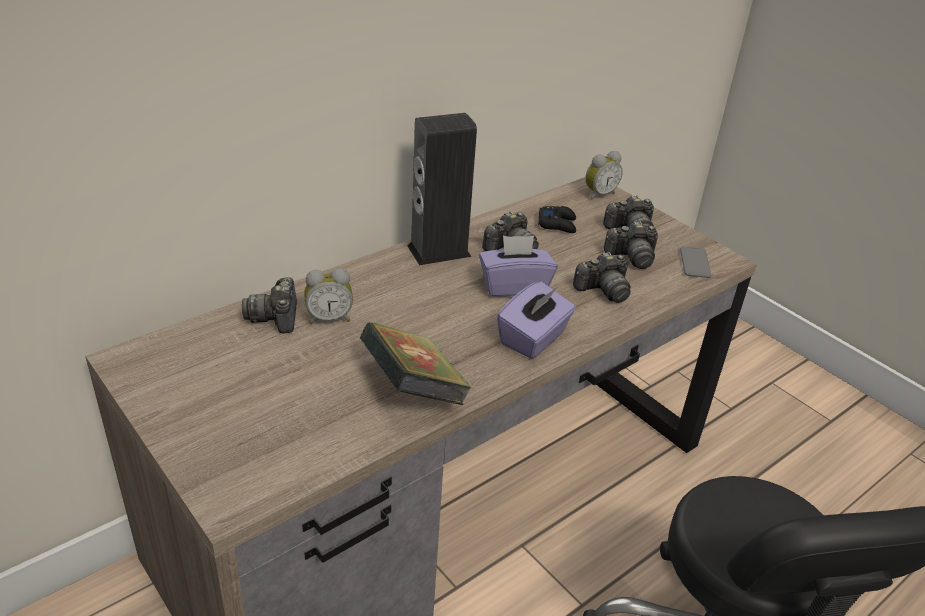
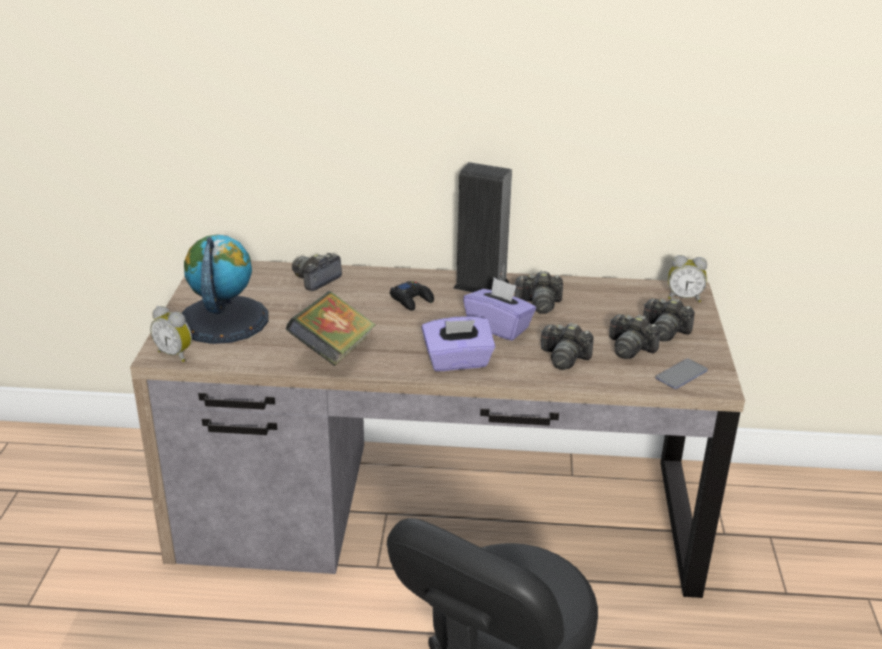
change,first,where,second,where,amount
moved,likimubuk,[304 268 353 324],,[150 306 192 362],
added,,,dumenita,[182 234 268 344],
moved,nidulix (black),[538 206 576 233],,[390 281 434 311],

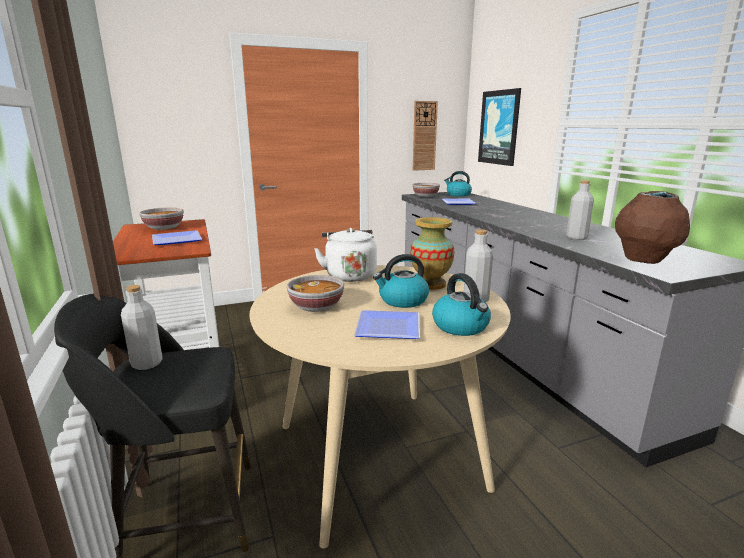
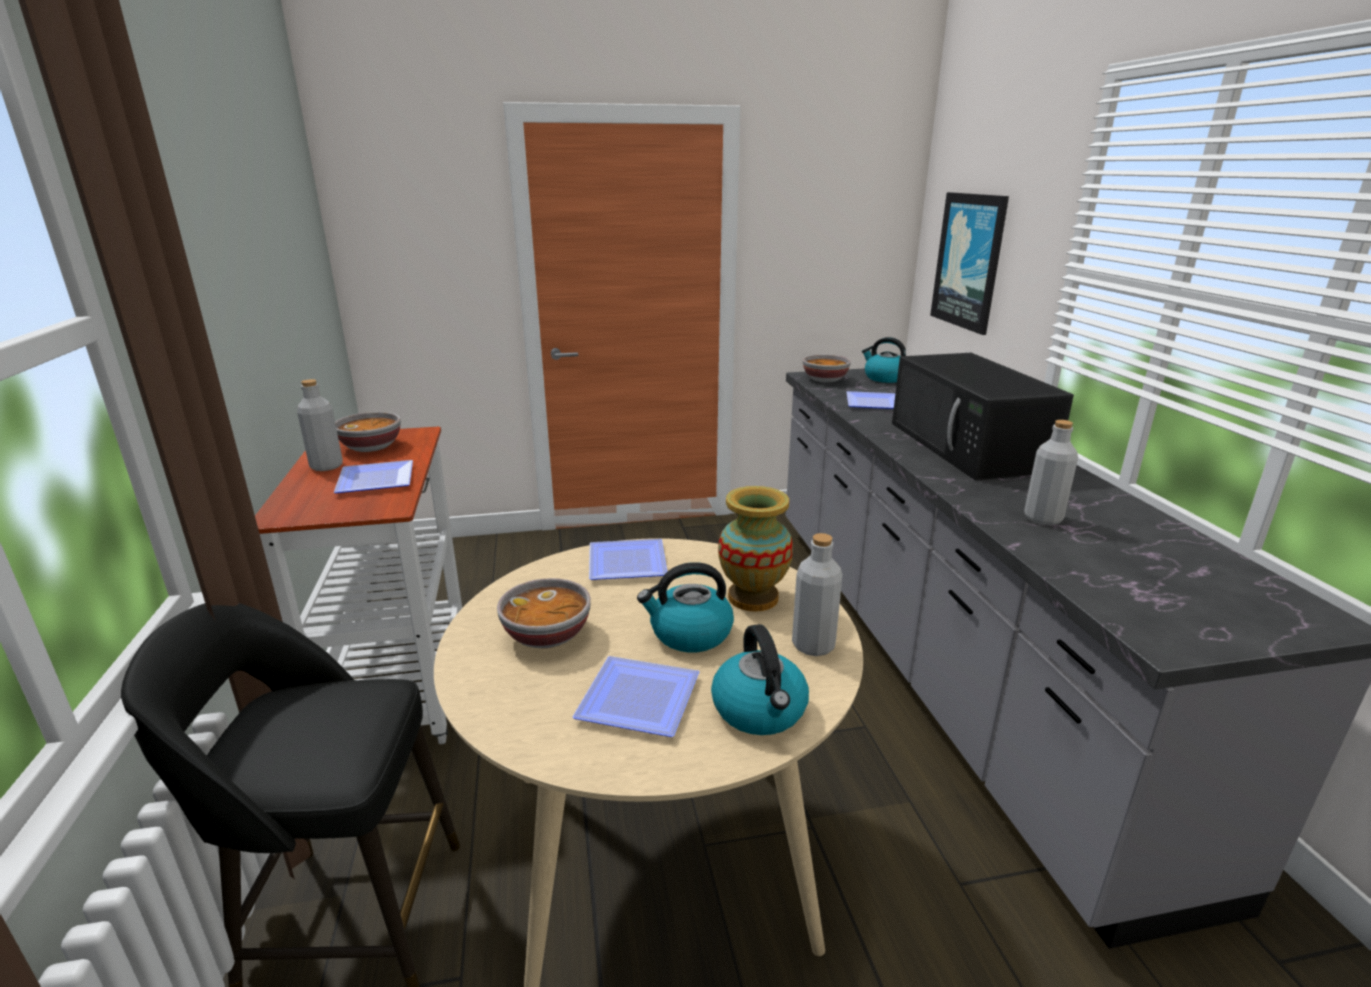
change,first,where,second,where,amount
moved,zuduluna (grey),[121 285 163 370],,[297 379 343 471],
replaced,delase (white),[314 228 377 282],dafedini,[589 539 667 580],
added,,,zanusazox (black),[892 353 1074 480],
removed,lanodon,[413 101 438 171],,,
removed,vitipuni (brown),[615 191 690 264],,,

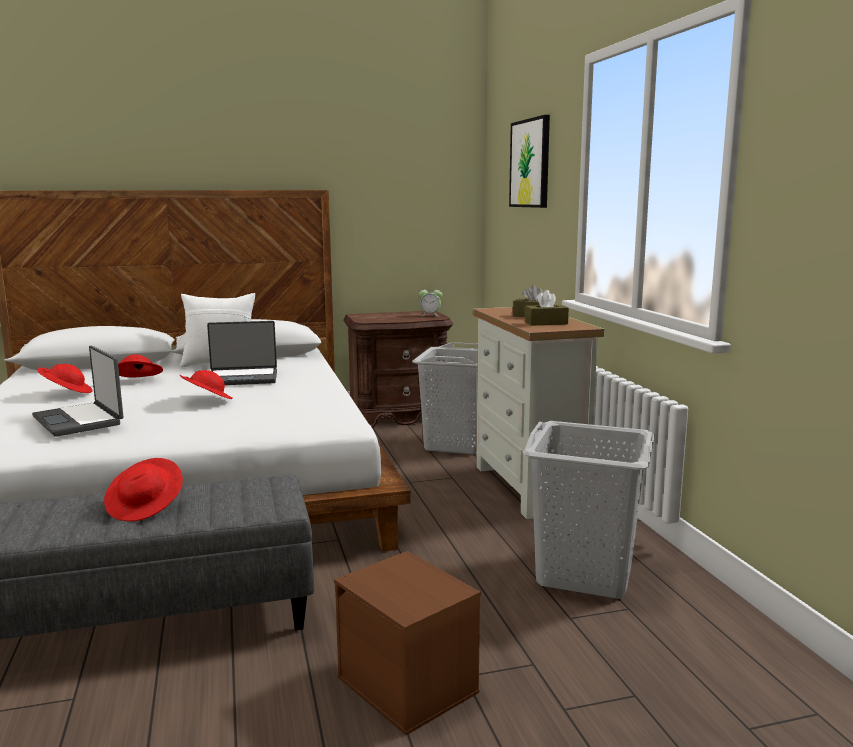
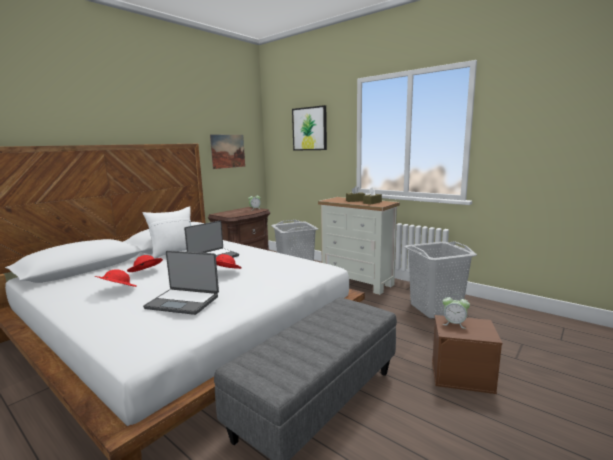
change,first,where,second,where,amount
added,,,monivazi,[210 135 245 169],
added,,,likimubuk,[442 294 470 329],
removed,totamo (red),[104 458 183 521],,,

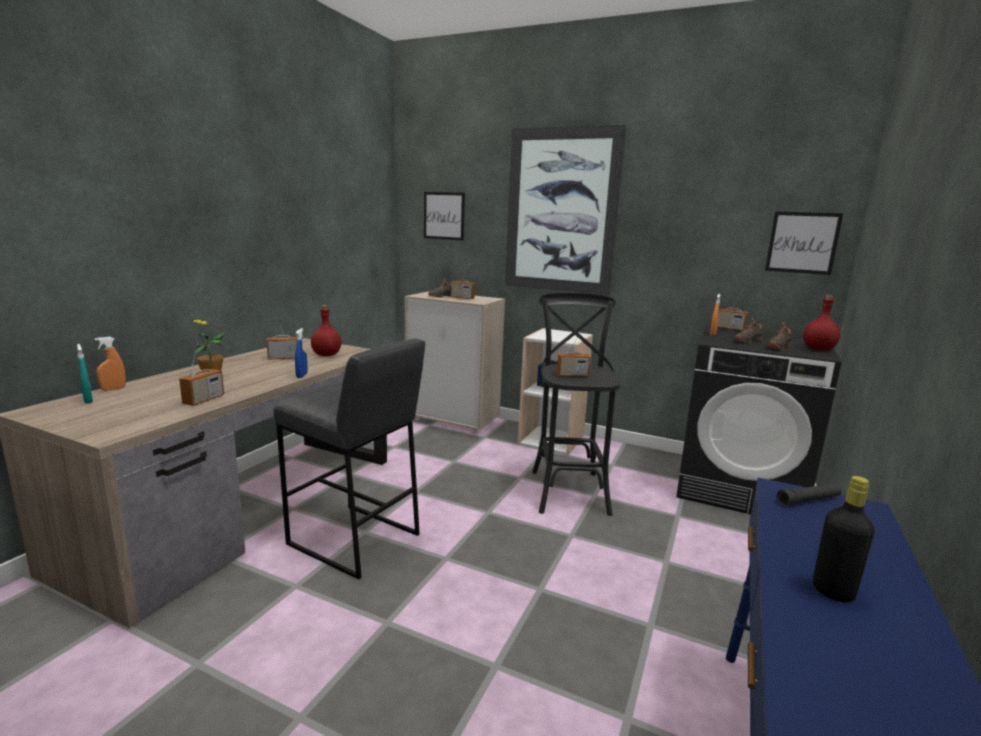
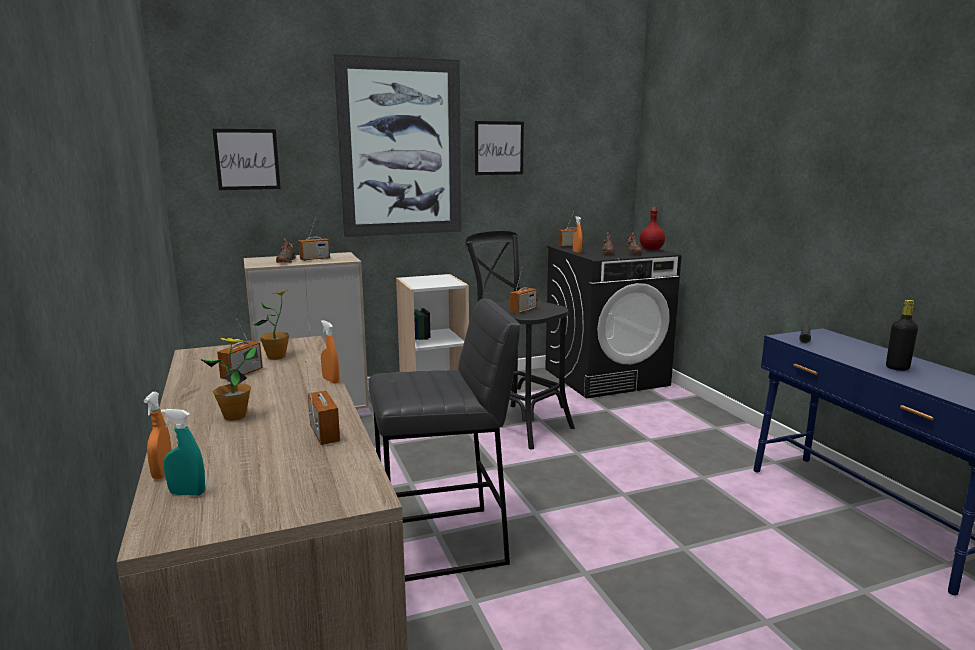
change,first,where,second,where,amount
replaced,zuduluna (red),[311 305 342 356],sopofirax,[254 290 289 360],
recoloured,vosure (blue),[295 328 308 378],vosure (orange),[321 320 340 384],
moved,monivazi,[765 211 843 275],,[475 121 524 175],

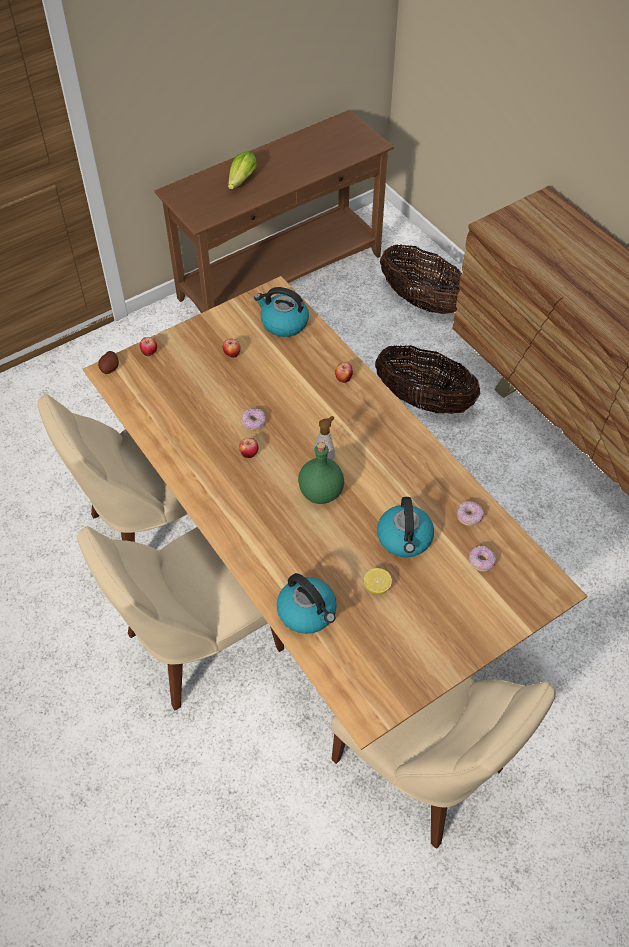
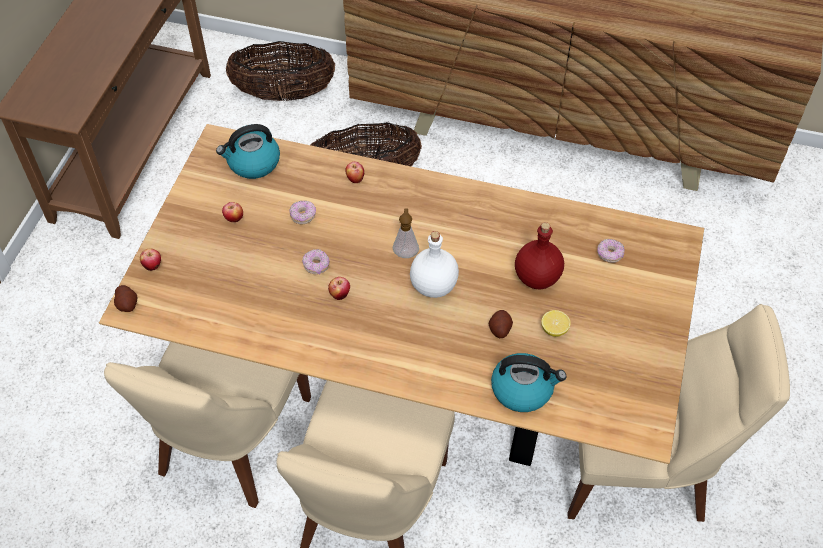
change,first,where,second,where,amount
moved,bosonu,[457 501 484 526],,[289 201 316 224],
recoloured,zuduluna (green),[298 442 344 504],zuduluna (white),[410 231 459 298],
added,,,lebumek,[489 310 513 338],
replaced,delase,[377 497 434 558],zuduluna (red),[515 222 564 289],
removed,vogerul,[228 151 257 189],,,

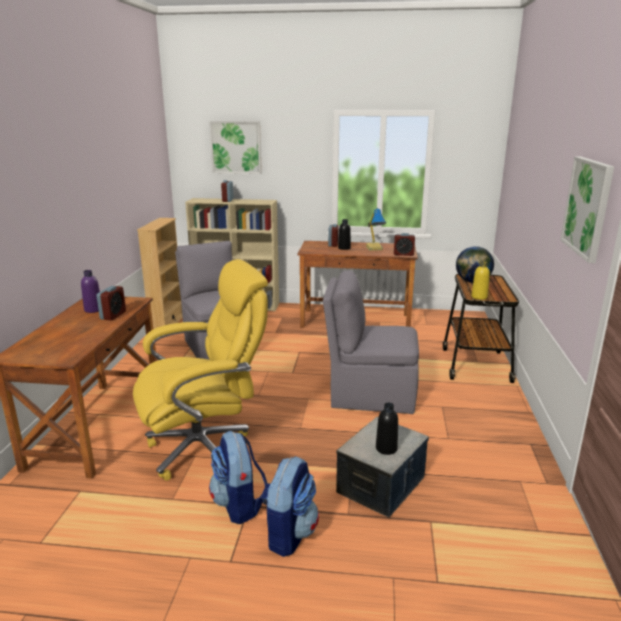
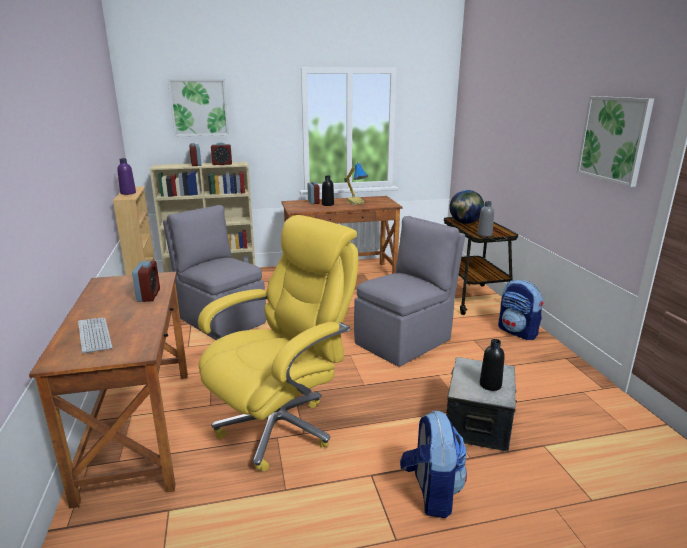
change,first,where,second,where,amount
added,,,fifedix,[78 318 112 354],
moved,zuduluna (purple),[81 270 100 313],,[117 158 136 195],
moved,likimubuk,[394 233 415 256],,[211 142 232 165],
turned,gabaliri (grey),[323 270 419 414],,[354 216 465 366],150 degrees clockwise
recoloured,zuduluna (yellow),[471 261 490 300],zuduluna (grey),[477 201 494 237],
moved,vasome,[209 430 267 524],,[498 280 543 340],

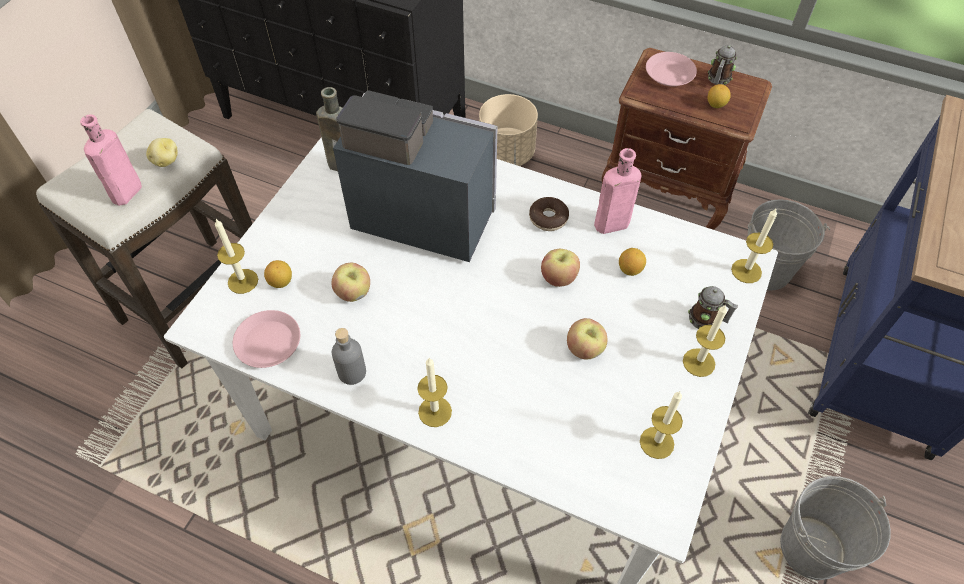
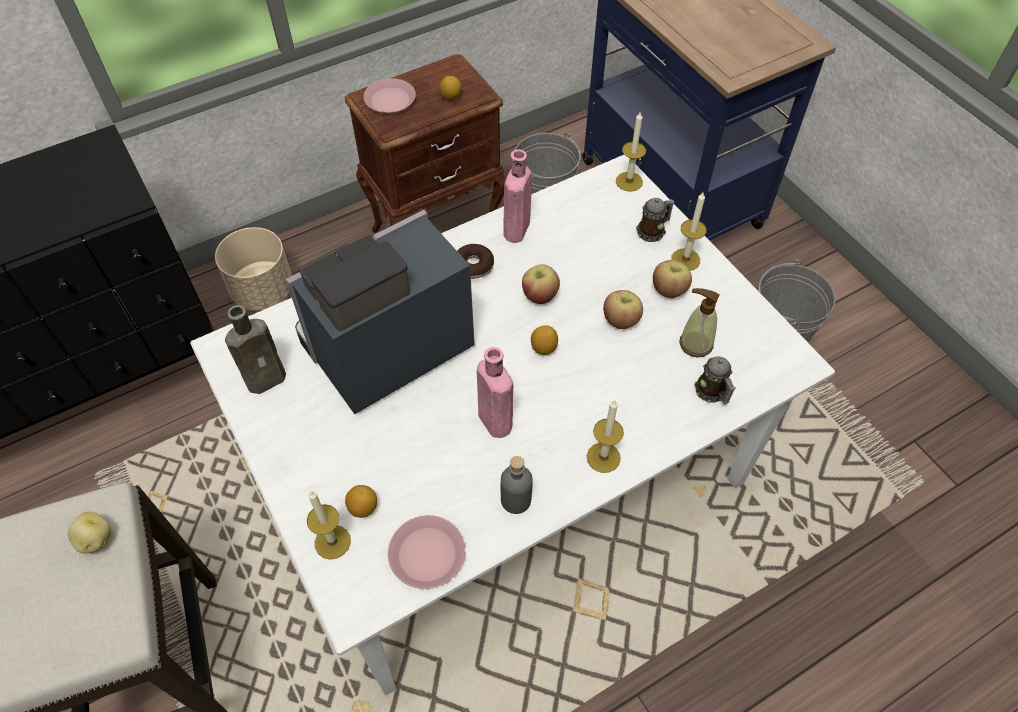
change,first,where,second,where,amount
moved,zuduluna (pink),[80 114 142 206],,[477 347 513 438],
moved,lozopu,[619 248 646 276],,[531 326 558 355],
moved,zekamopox,[332 263 370 302],,[653 260 692 298],
added,,,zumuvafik,[679 288 720 358],
moved,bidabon,[708 45 737 85],,[694 356 736 405],
removed,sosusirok,[640 391 683 459],,,

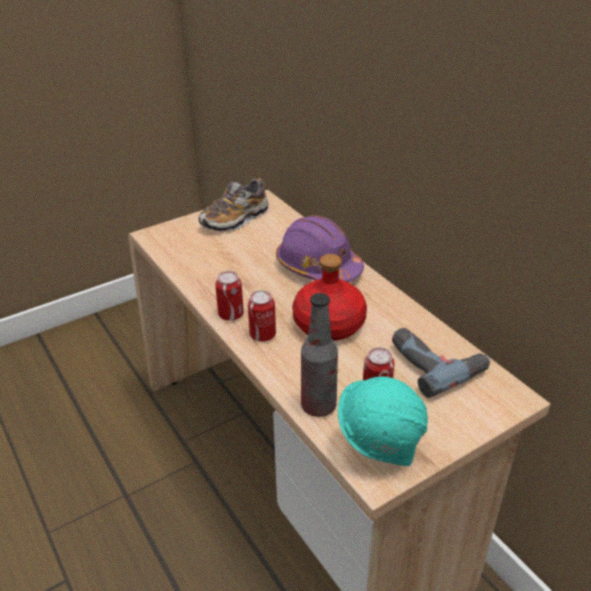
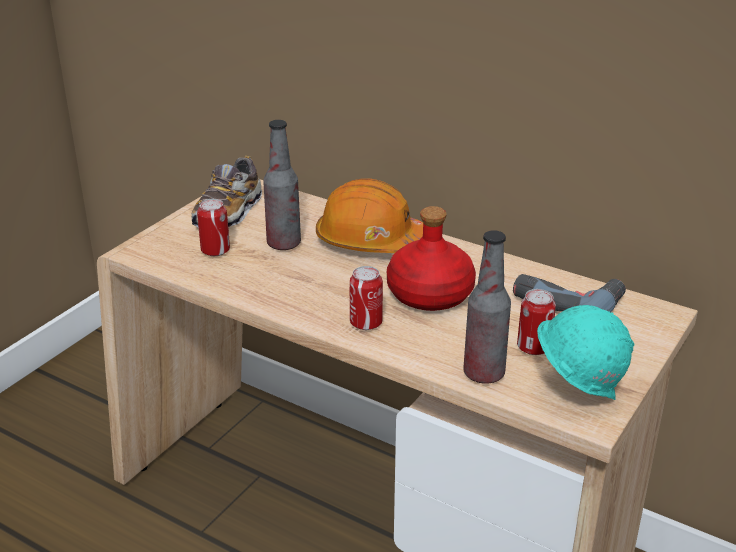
change,first,where,second,where,amount
moved,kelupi,[215 271 244 321],,[197 199 230 256],
added,,,zuduluna,[263 120 301 250],
recoloured,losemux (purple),[276 215 364 282],losemux (orange),[316 179 423 253],

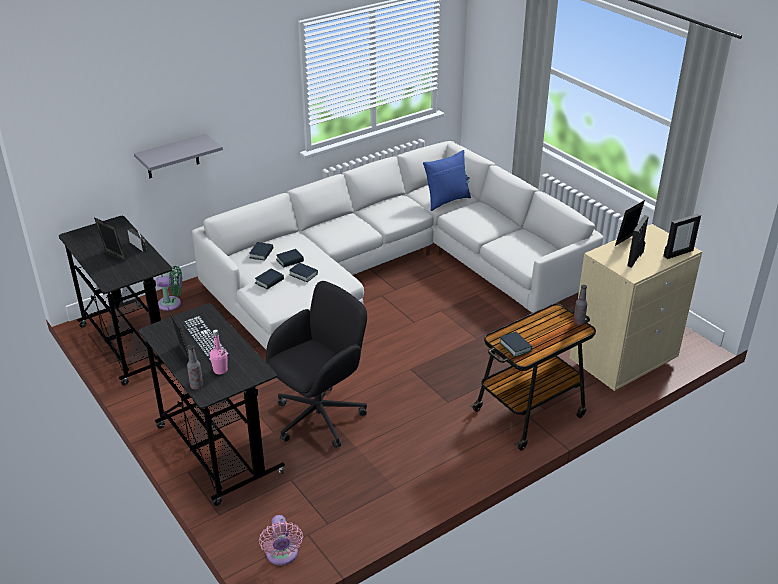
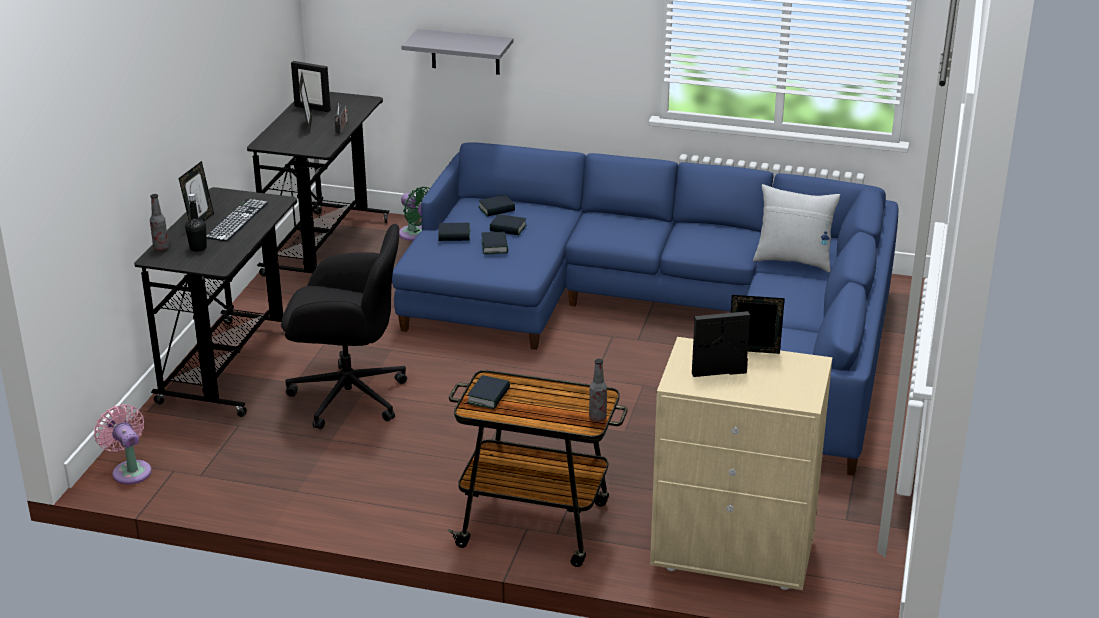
change,first,where,second,where,amount
turned,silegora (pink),[259 515 303 566],,[94 404 152 484],105 degrees clockwise
recoloured,zuduluna (pink),[210 330 228 374],zuduluna (black),[185 194 207 252],
moved,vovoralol,[663 214 701 259],,[291 61 331 112],
recoloured,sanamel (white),[192 141 603 350],sanamel (blue),[392 142 898 476],
recoloured,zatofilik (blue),[423 150 471 211],zatofilik (grey),[753 184 840 272],

